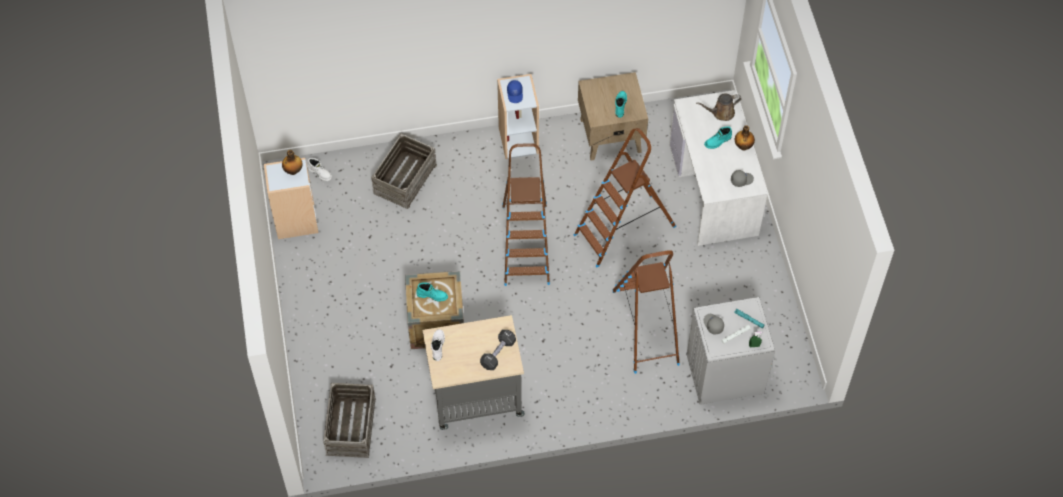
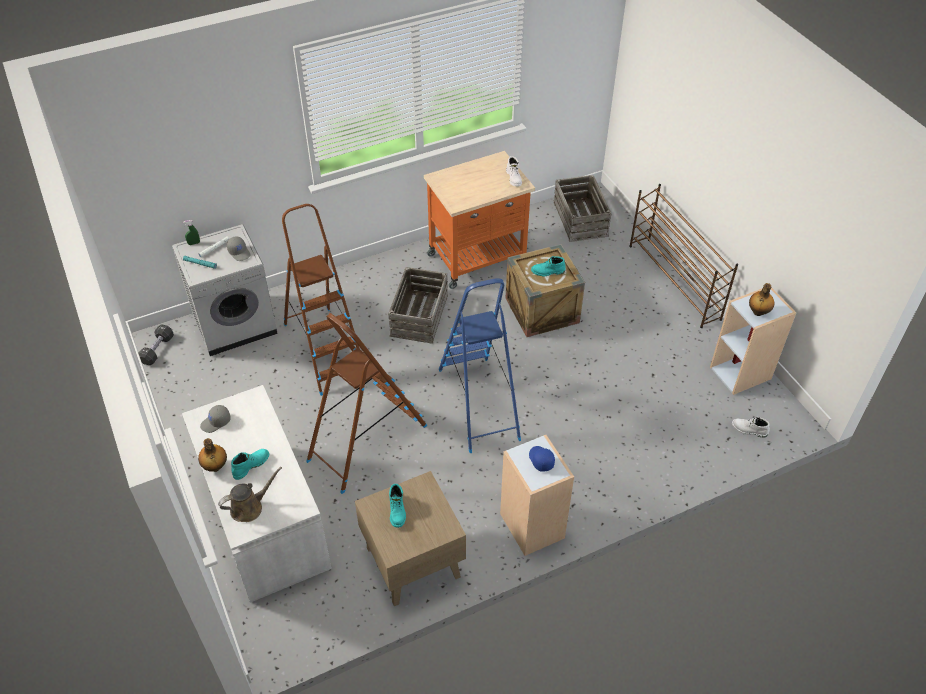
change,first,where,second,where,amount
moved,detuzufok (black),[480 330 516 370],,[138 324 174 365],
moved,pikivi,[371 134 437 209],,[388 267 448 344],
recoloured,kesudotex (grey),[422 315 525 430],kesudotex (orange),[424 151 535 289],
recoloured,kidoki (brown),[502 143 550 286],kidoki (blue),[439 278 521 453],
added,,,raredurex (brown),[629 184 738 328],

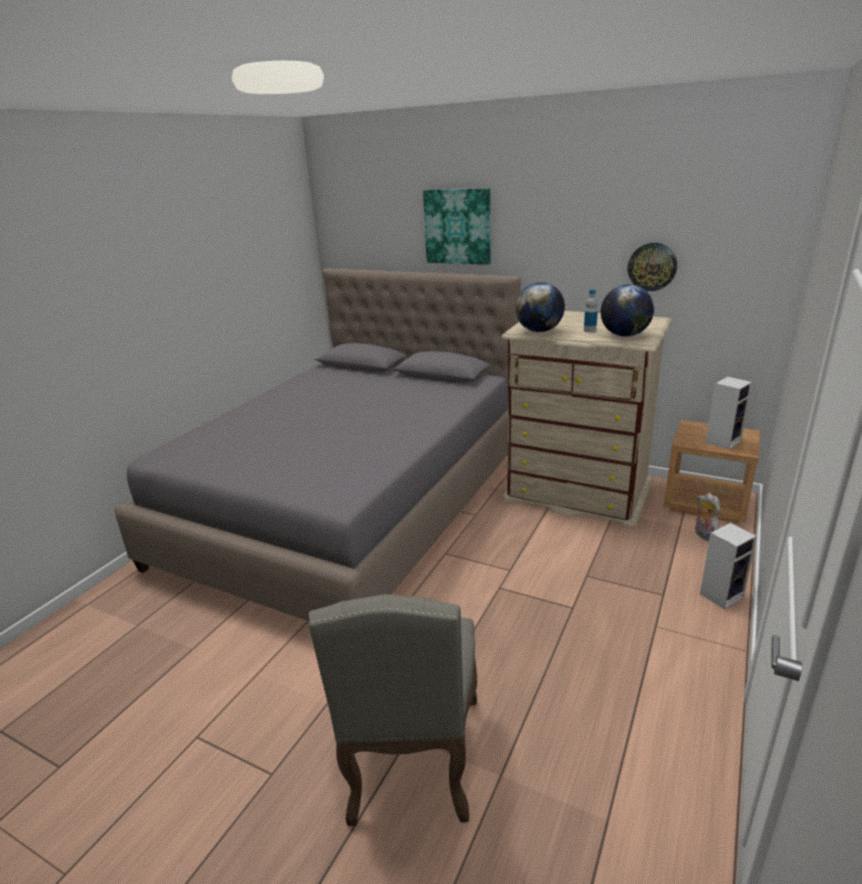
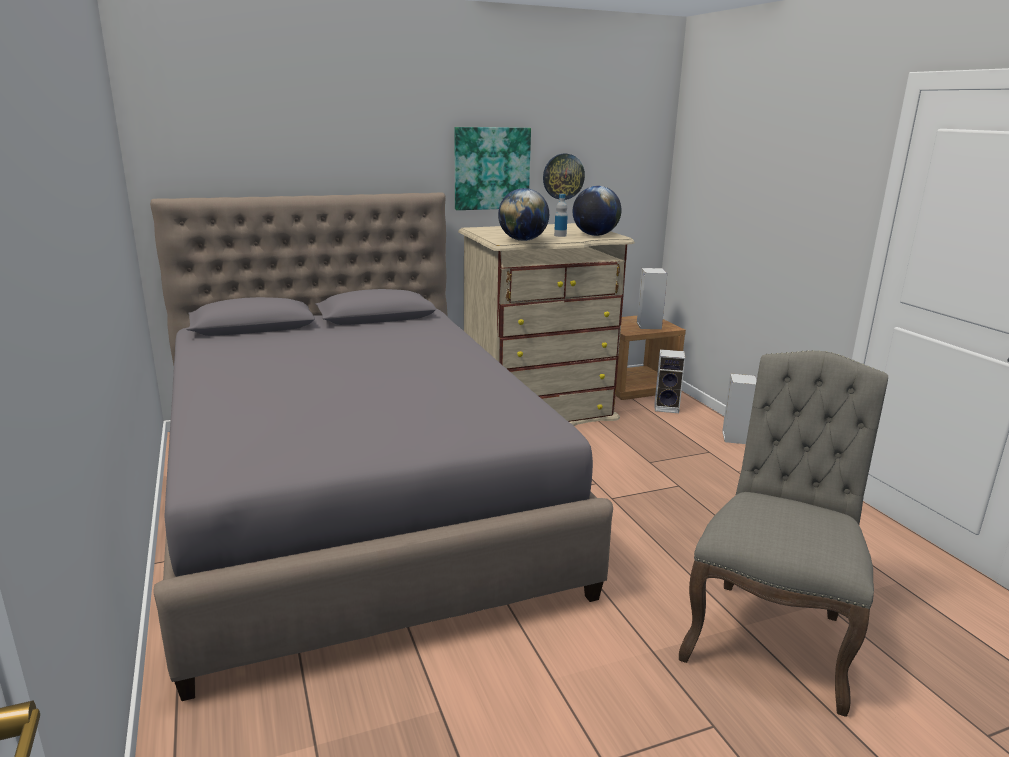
change,first,where,second,where,amount
moved,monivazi,[423 188 491 265],,[455 127 531 210],
replaced,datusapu,[695 493 720 542],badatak,[655 349 685 413],
turned,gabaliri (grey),[308 594 477 826],,[679 350 888 717],105 degrees counterclockwise

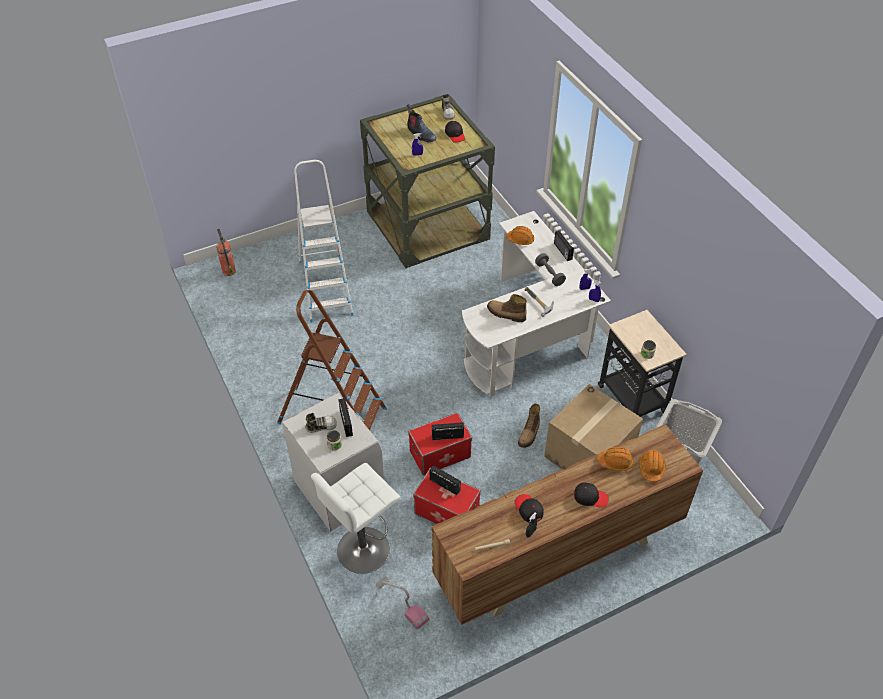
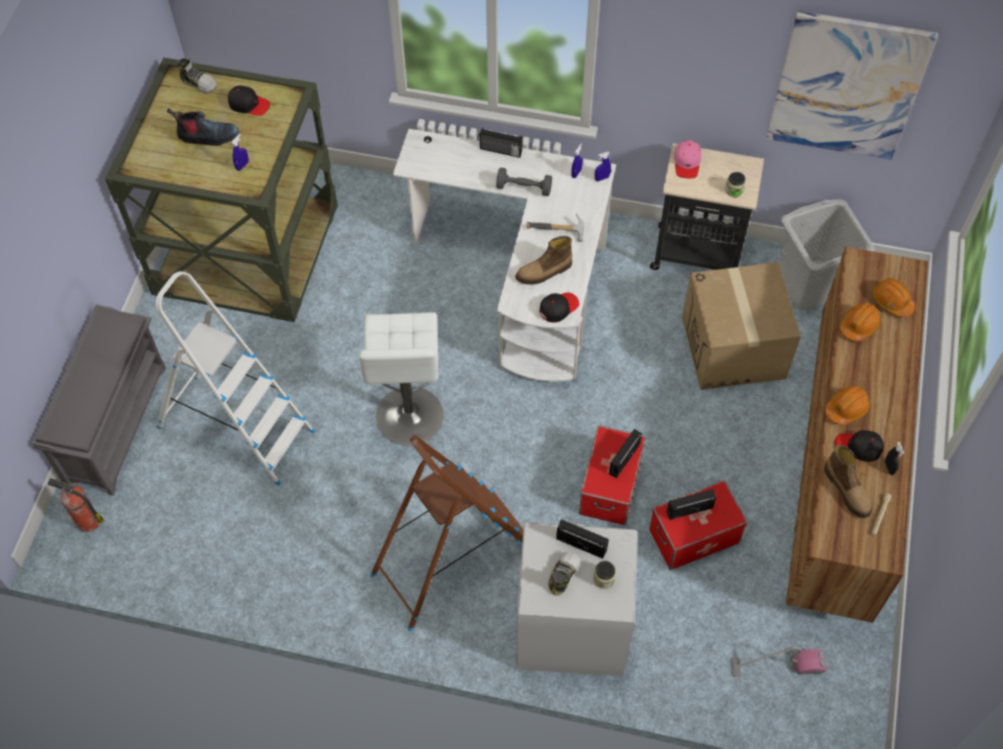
change,first,where,second,where,amount
added,,,raredurex (grey),[32 305 166 496],
moved,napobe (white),[311 463 400 574],,[359 312 444 446],
moved,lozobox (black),[574 483 609 508],,[540 293 579 323],
added,,,lozobox (pink),[674 140 701 178],
added,,,monivazi,[766 11 938 160],
moved,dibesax,[518 404 540 448],,[824 445 872 518],
moved,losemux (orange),[506 226 534 245],,[825 386 871 425],

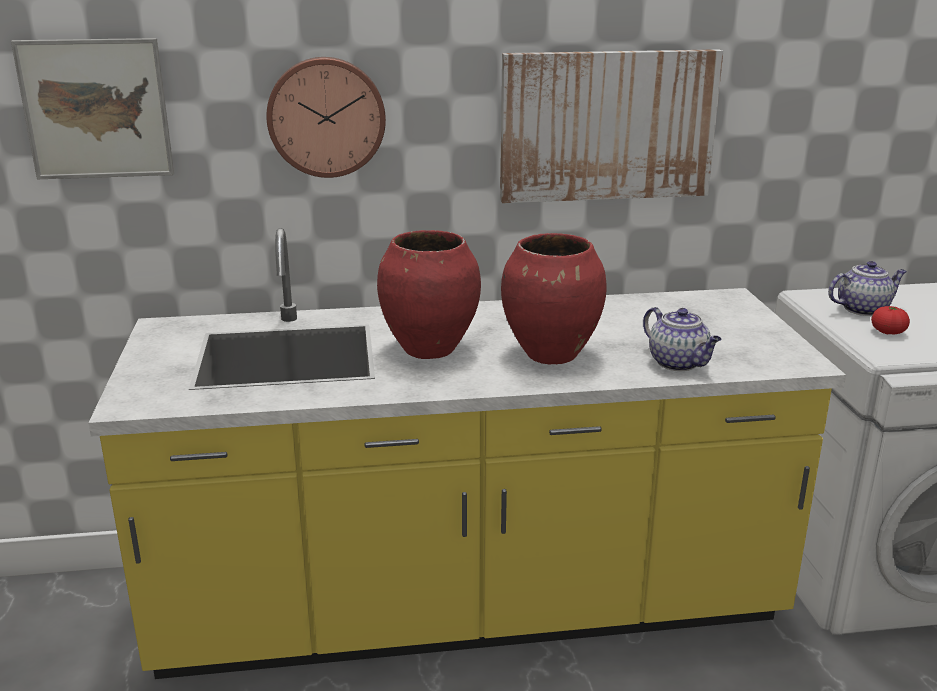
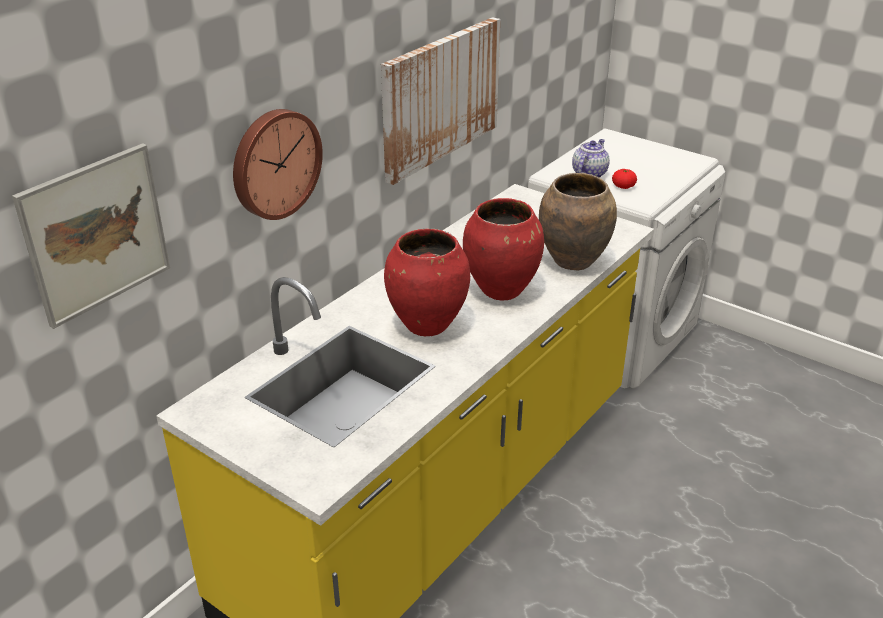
change,first,where,second,where,amount
replaced,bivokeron,[643 307 722 371],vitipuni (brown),[539 173 617 271],

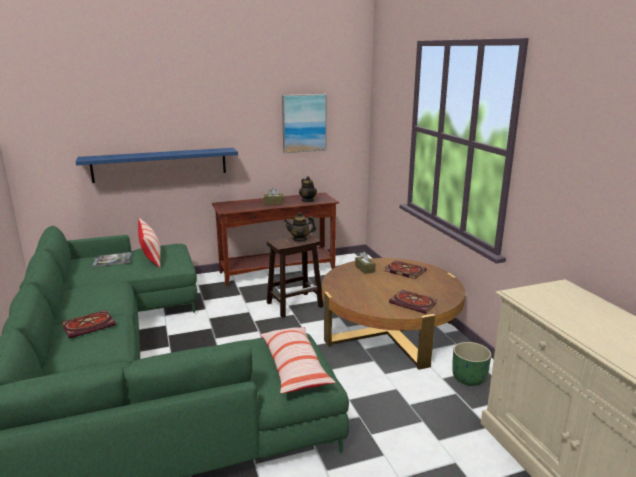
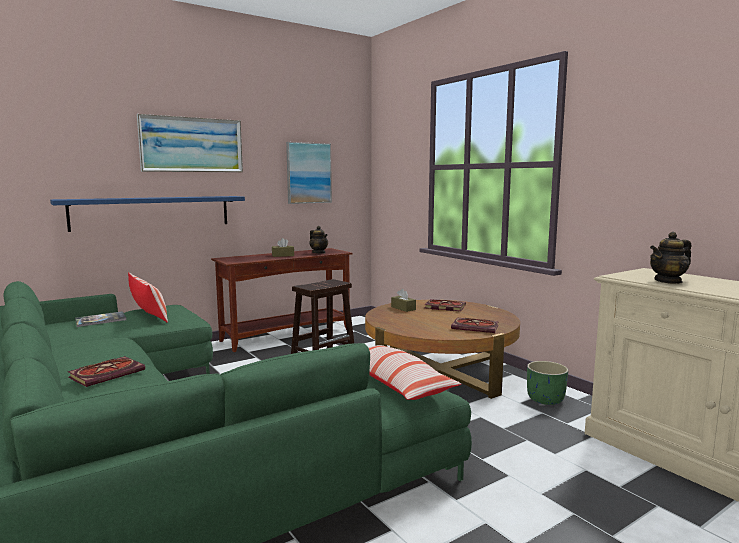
change,first,where,second,where,amount
added,,,monivazi,[137 114 243 172],
moved,bivokeron,[284 212 316 242],,[650 232 692 284],

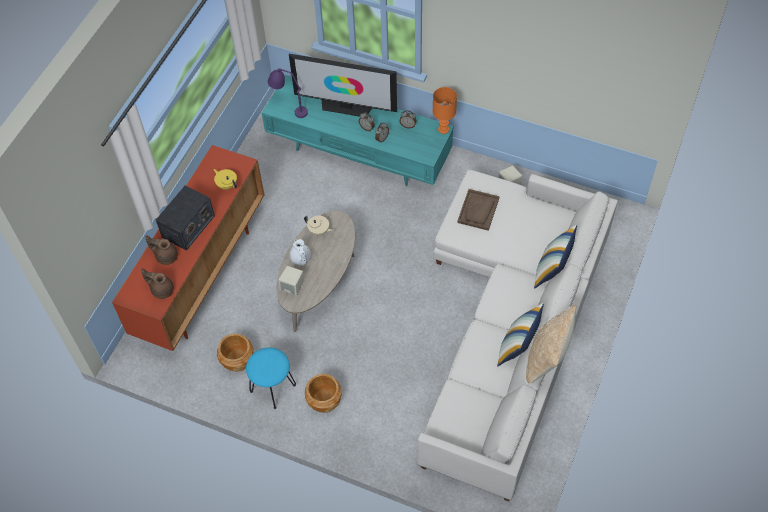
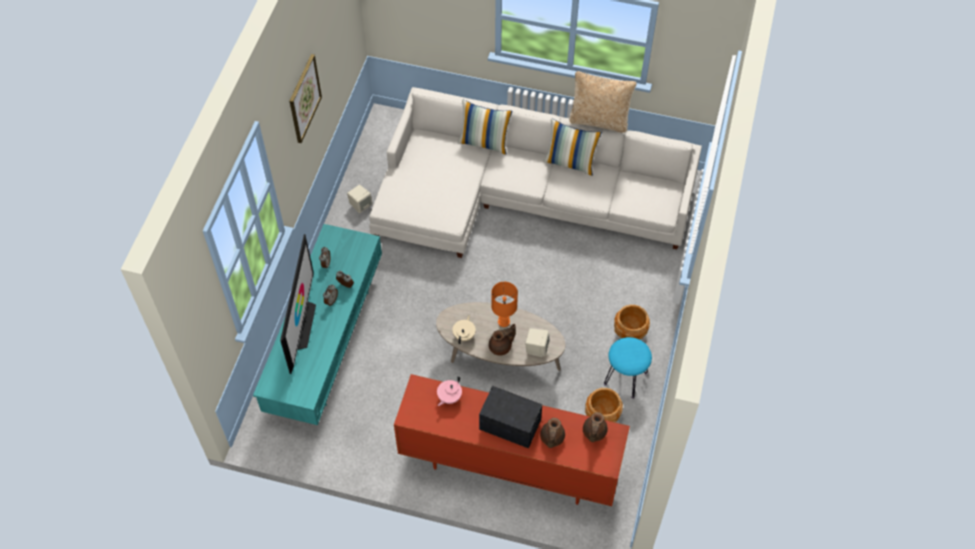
change,first,where,second,where,amount
added,,,monivazi,[290 54 322 143],
recoloured,bivokeron (yellow),[213 169 237 190],bivokeron (pink),[437 376 462 406],
recoloured,bivokeron (white),[289 239 311 265],bivokeron (brown),[489 324 516 355],
moved,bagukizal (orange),[433 87 457 134],,[491 282 518 327],
removed,bagukizal (purple),[268 68 308 118],,,
removed,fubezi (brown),[457 189 499 231],,,

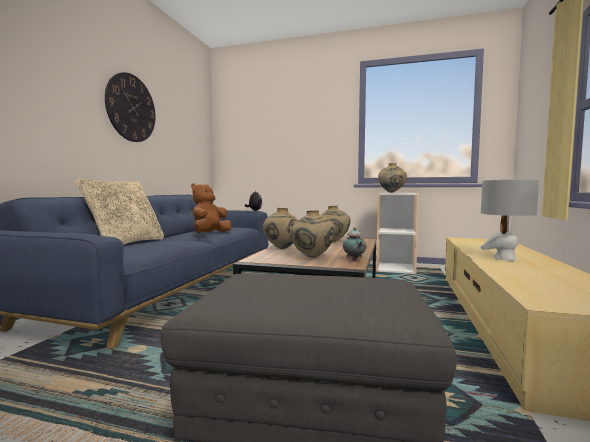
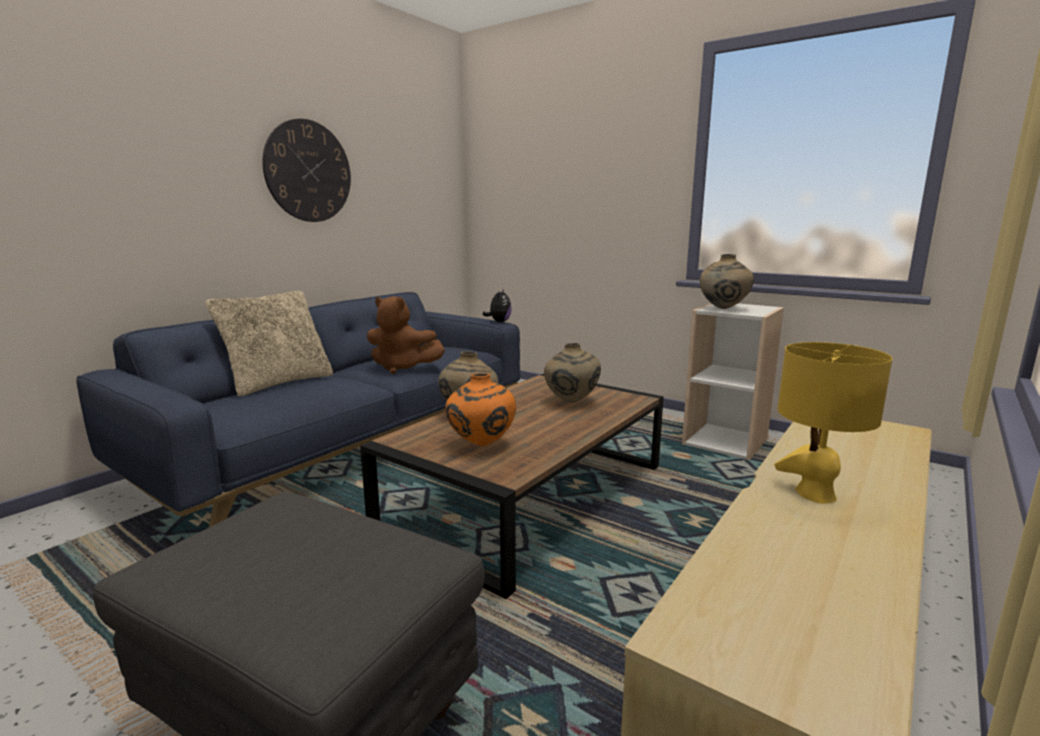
change,first,where,second,where,amount
turned,datusapu (brown),[191 183 231 233],,[367 296 445 374],120 degrees counterclockwise
recoloured,vitipuni (beige),[290 210 335 258],vitipuni (orange),[445 373 516 446],
recoloured,bagukizal (grey),[480 179 539 261],bagukizal (yellow),[774 342 893 504],
removed,bivokeron,[343 228 366 261],,,

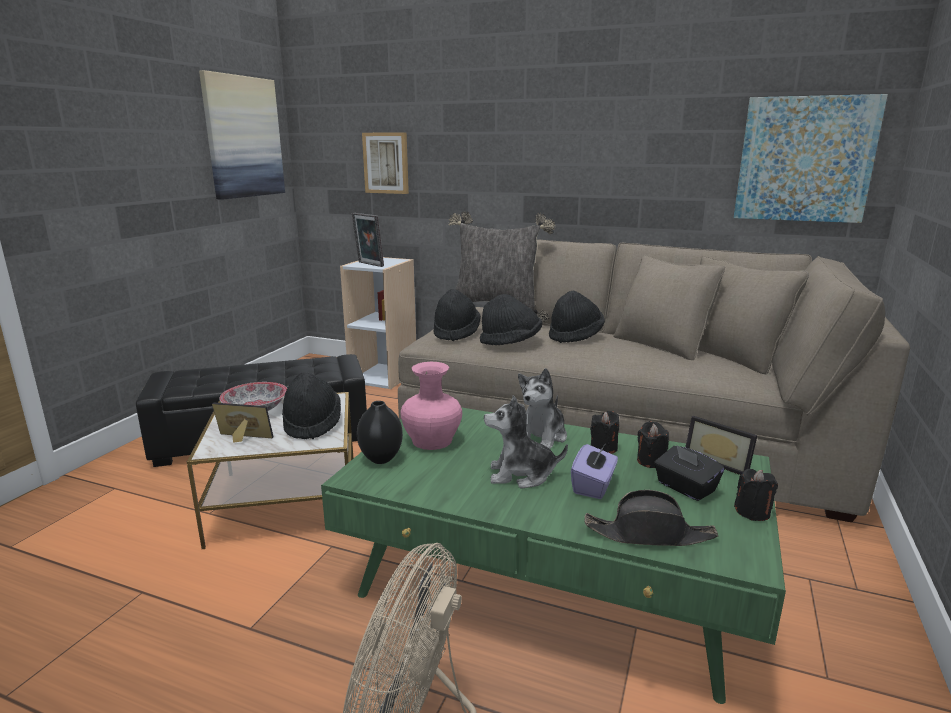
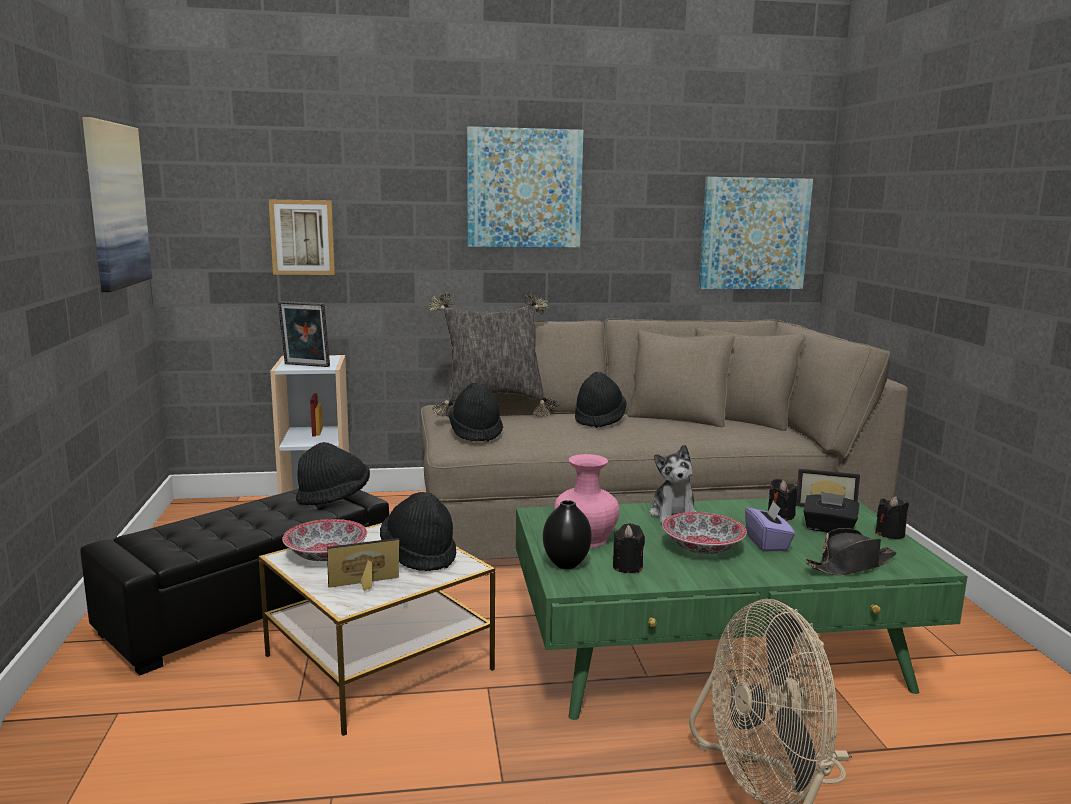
change,first,where,second,where,amount
moved,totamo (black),[480 294 542 345],,[296 442 370 505],
added,,,monivazi,[467 126 583 248],
moved,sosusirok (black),[590 411 619 454],,[613 523 645 573],
replaced,datusapu,[484 395 568 488],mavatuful,[662 512 747 554],

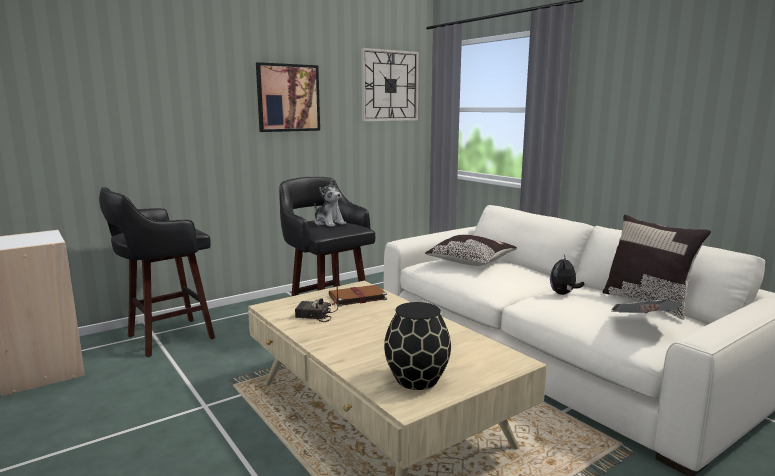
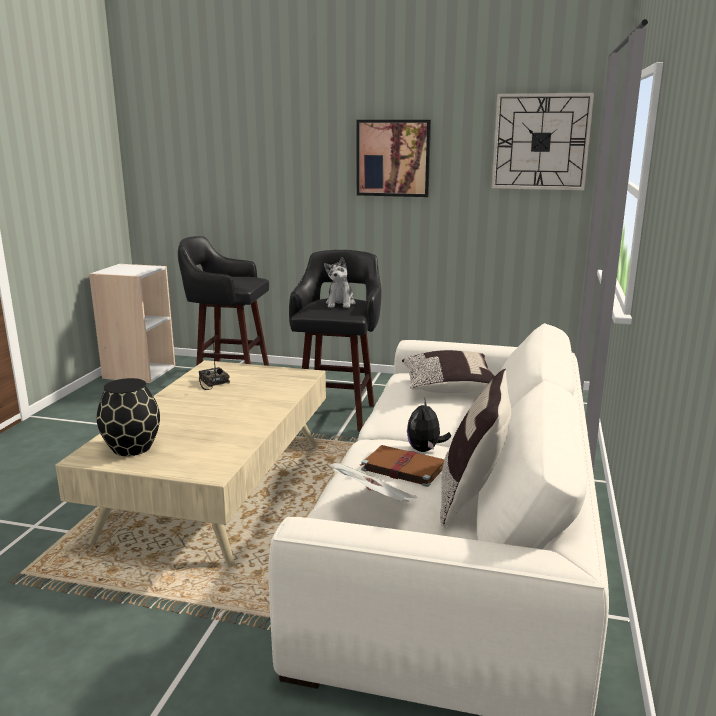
change,first,where,second,where,amount
moved,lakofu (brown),[329 285 387 307],,[360 445 445 487],
turned,datusapu,[550 255 584 295],,[407 398 451 452],60 degrees counterclockwise

